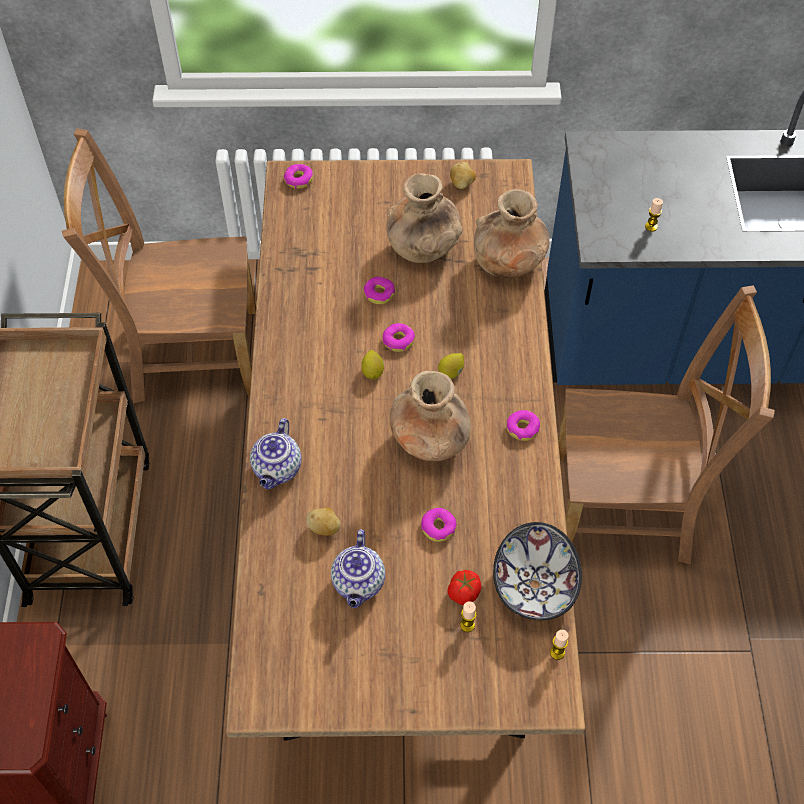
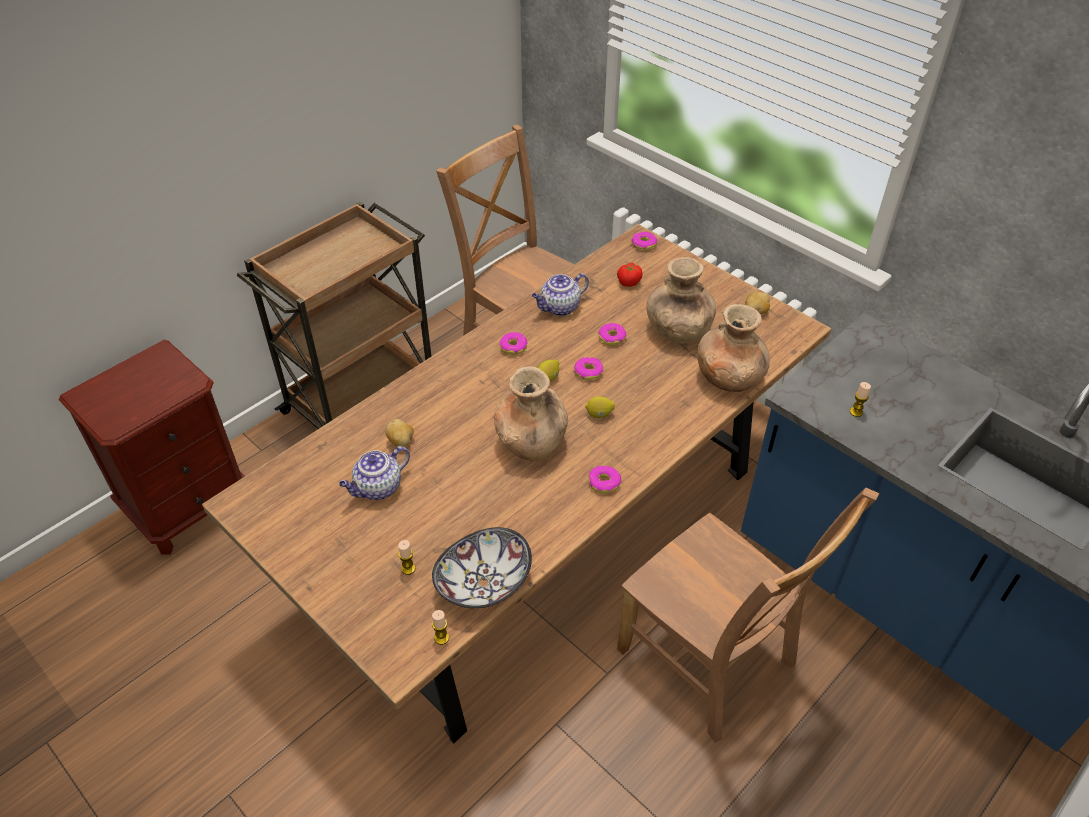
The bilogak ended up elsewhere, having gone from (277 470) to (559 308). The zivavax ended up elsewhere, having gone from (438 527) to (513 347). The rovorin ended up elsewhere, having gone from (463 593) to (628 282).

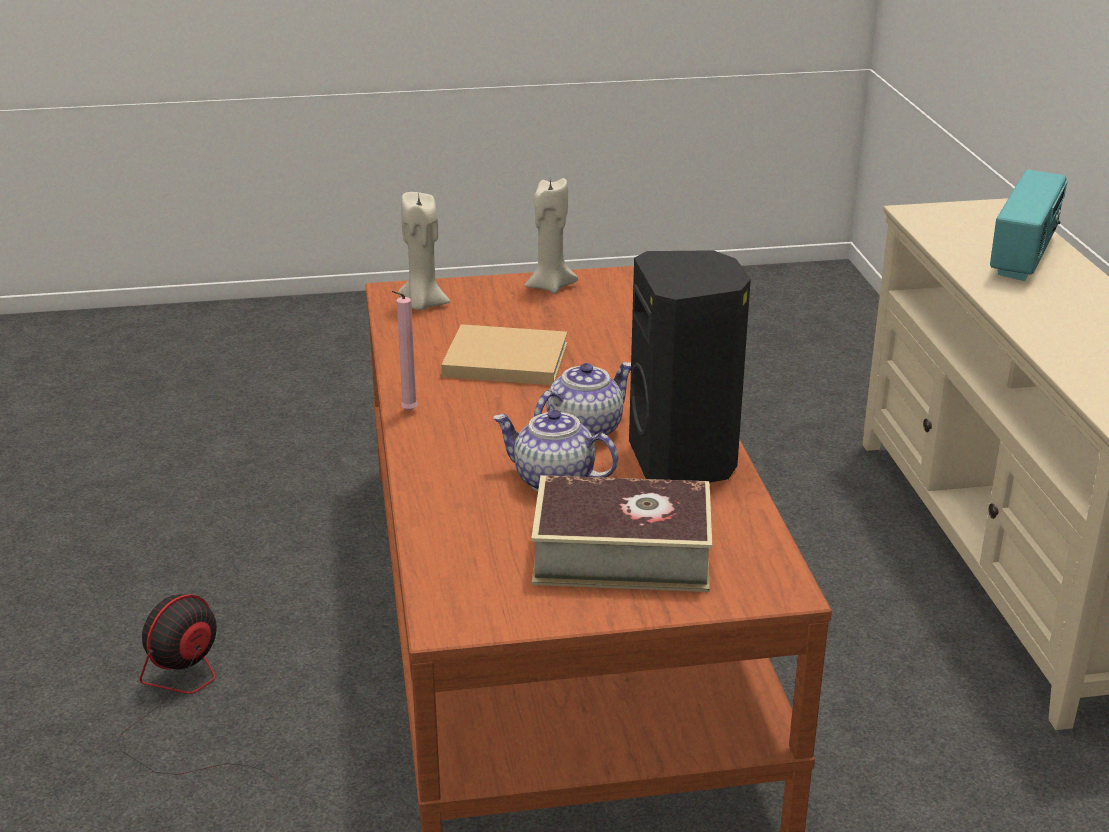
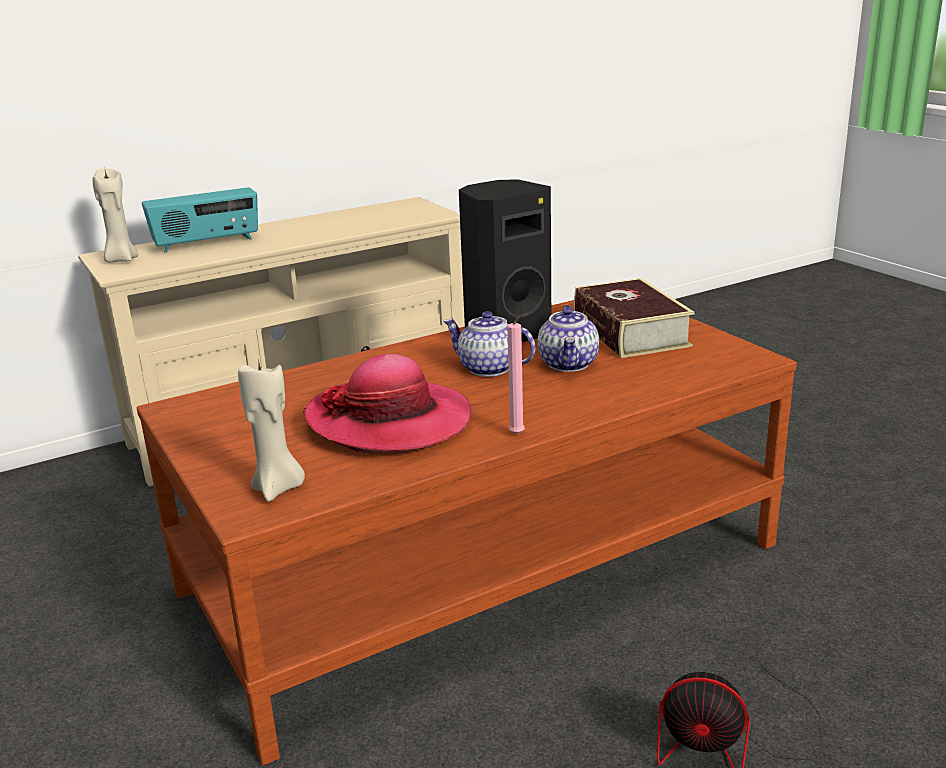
The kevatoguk at (1024 257) ended up facing another way, 150 degrees clockwise from before. The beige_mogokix ended up elsewhere, having gone from (550 286) to (121 260). Where the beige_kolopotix stood at (501 359), the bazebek came to stand at (389 421).

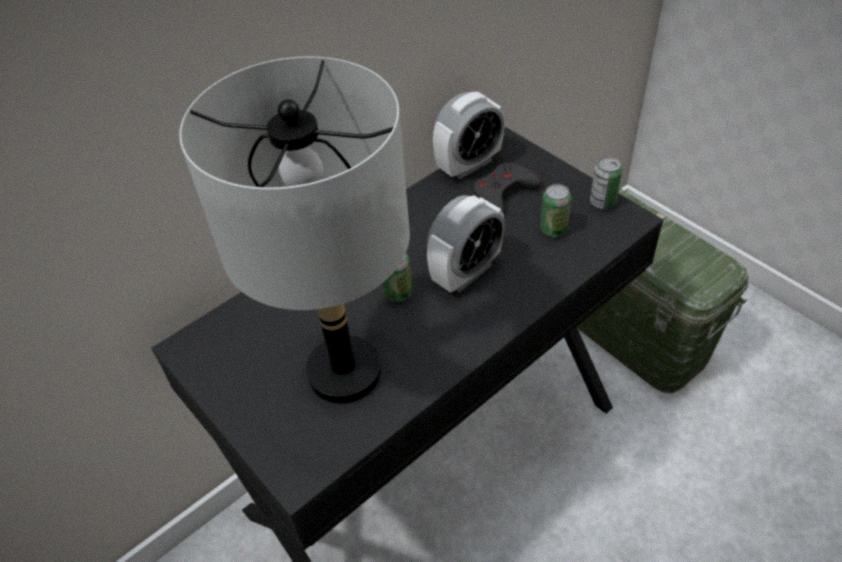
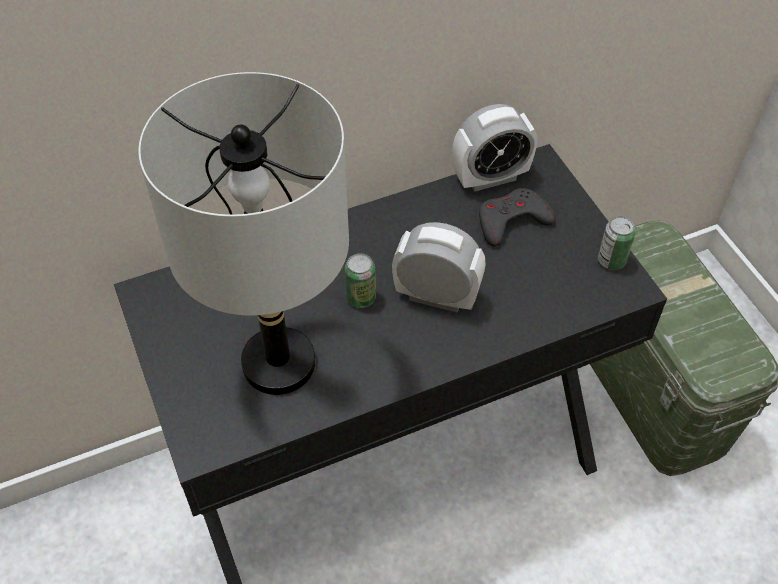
The second view lost the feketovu at (553 229). The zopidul at (466 273) ended up facing another way, 135 degrees counterclockwise from before.

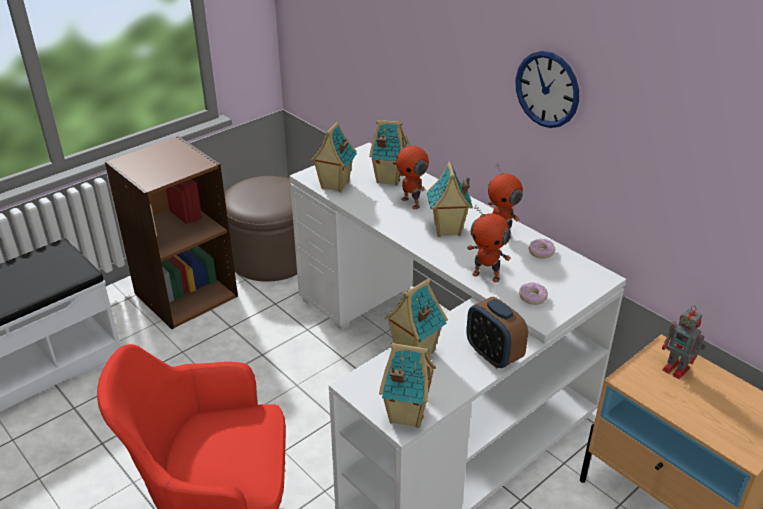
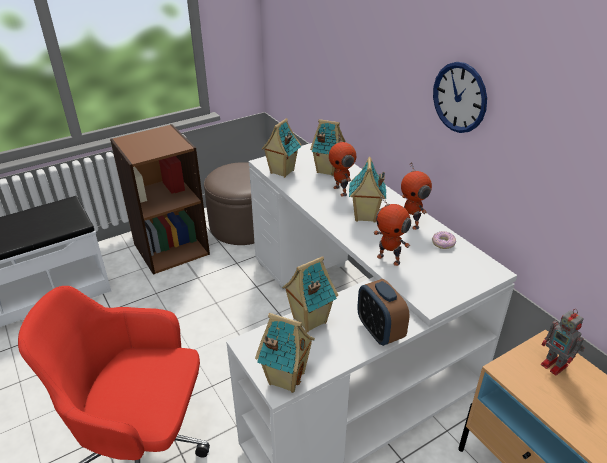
The second view lost the zivavax at (532 297).

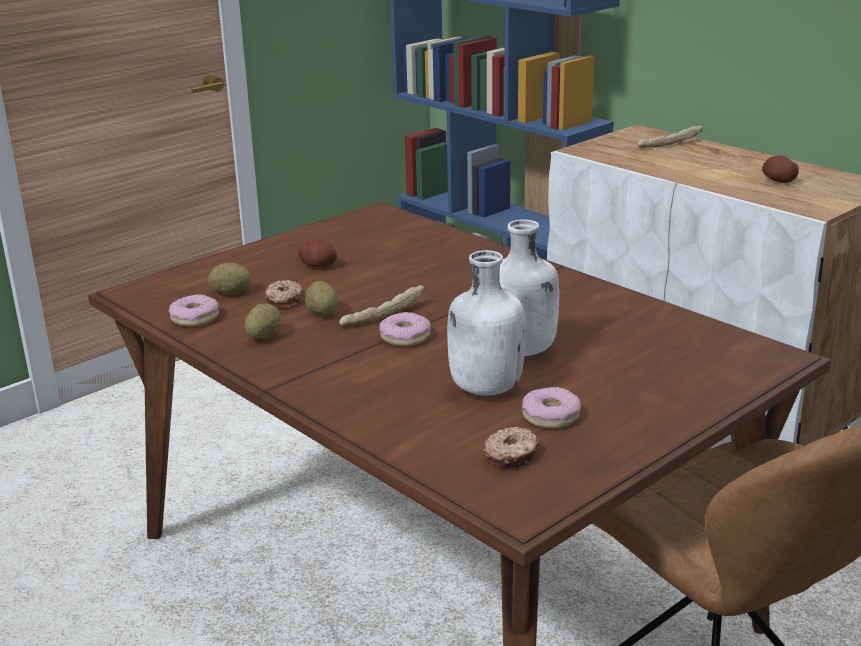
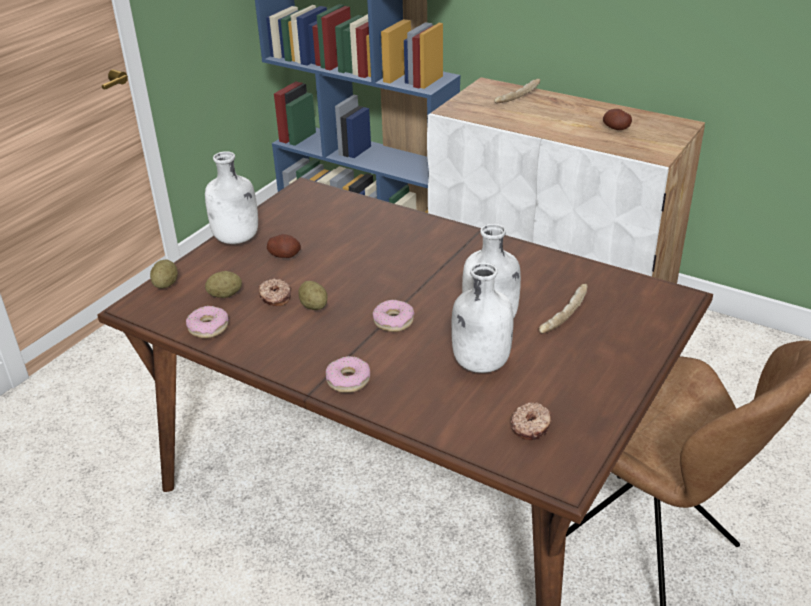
The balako ended up elsewhere, having gone from (382 315) to (562 315). The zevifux ended up elsewhere, having gone from (264 336) to (166 284). The zivavax ended up elsewhere, having gone from (550 416) to (348 380). The second view gained the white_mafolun at (237 239).

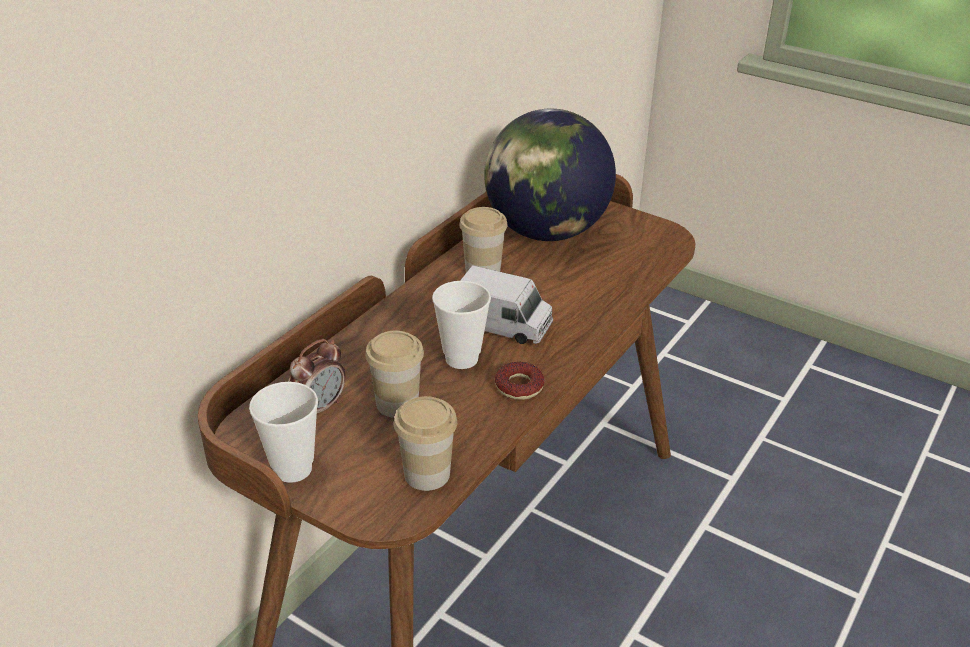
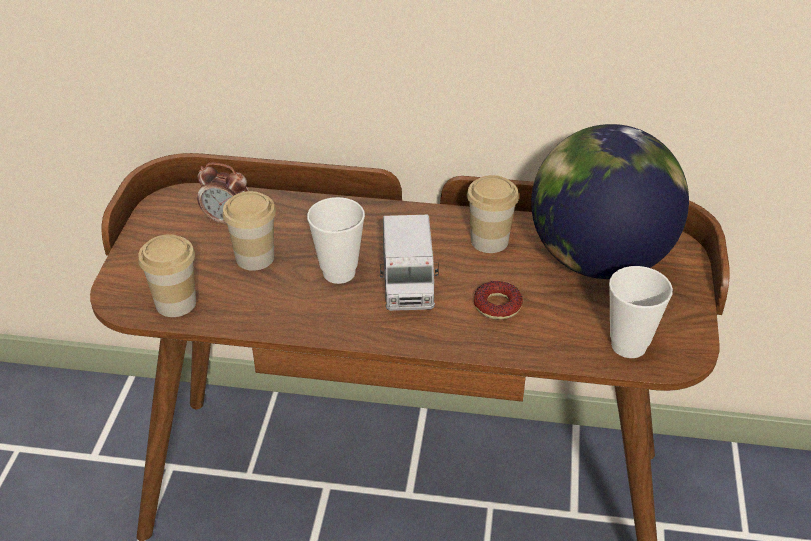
The zivavax ended up elsewhere, having gone from (519 386) to (497 305). The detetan ended up elsewhere, having gone from (293 469) to (628 345).

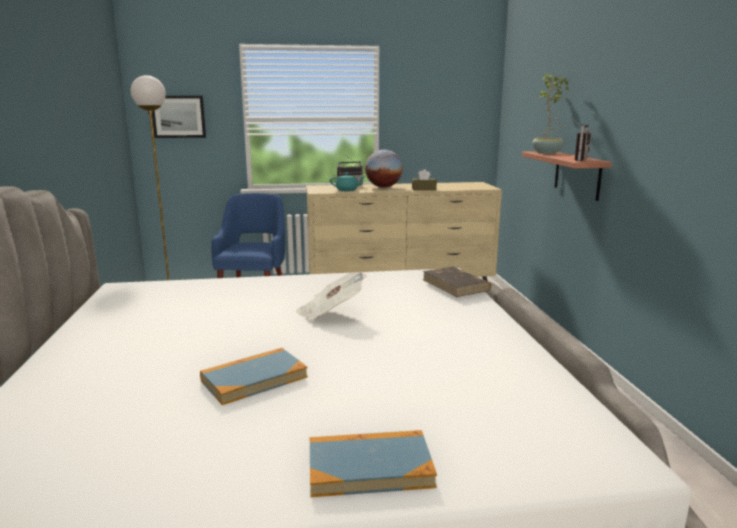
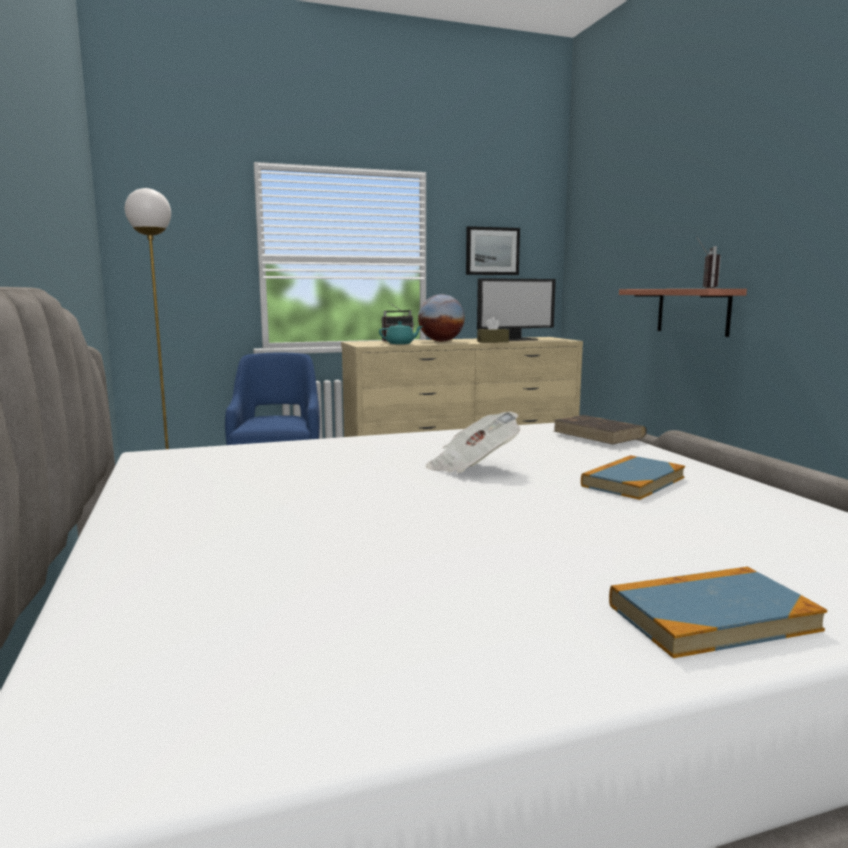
The second view lost the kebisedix at (547 153). The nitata ended up elsewhere, having gone from (178 116) to (492 251). The kolopotix ended up elsewhere, having gone from (254 379) to (633 482). The second view gained the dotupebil at (515 339).

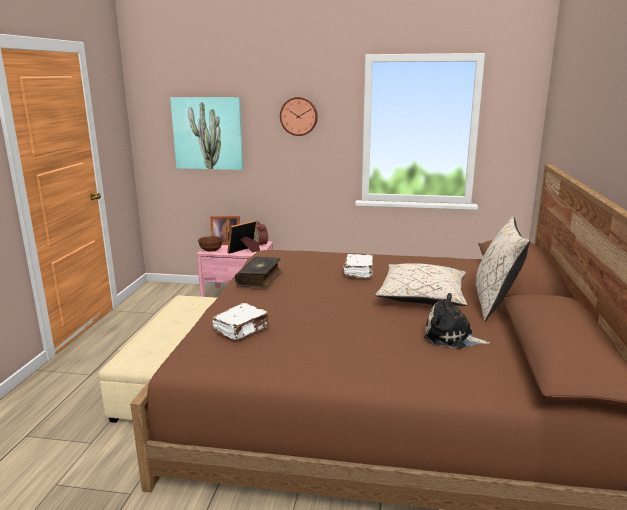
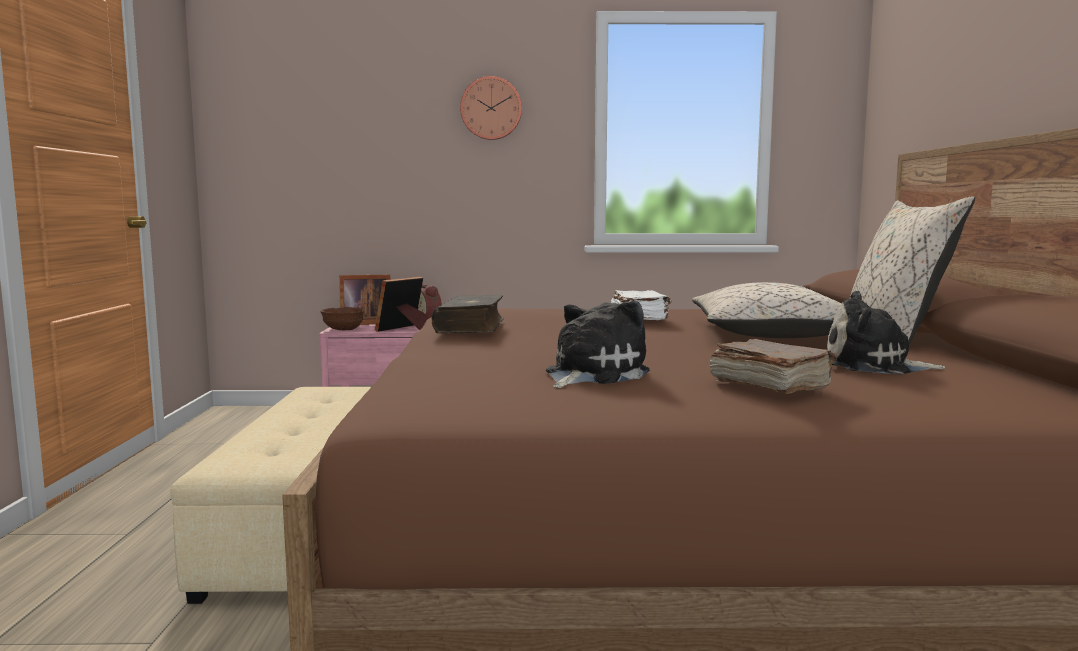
The second view lost the nitata at (208 133). The second view lost the white_kolopotix at (242 330). The second view gained the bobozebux at (591 374). The second view gained the brown_kolopotix at (769 386).

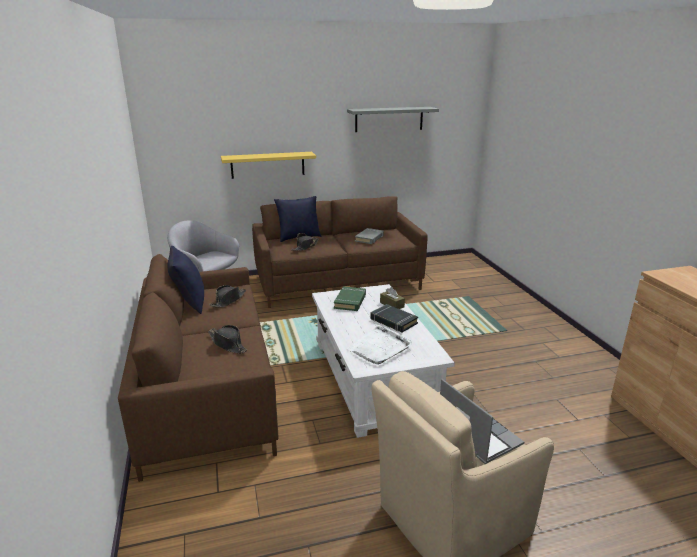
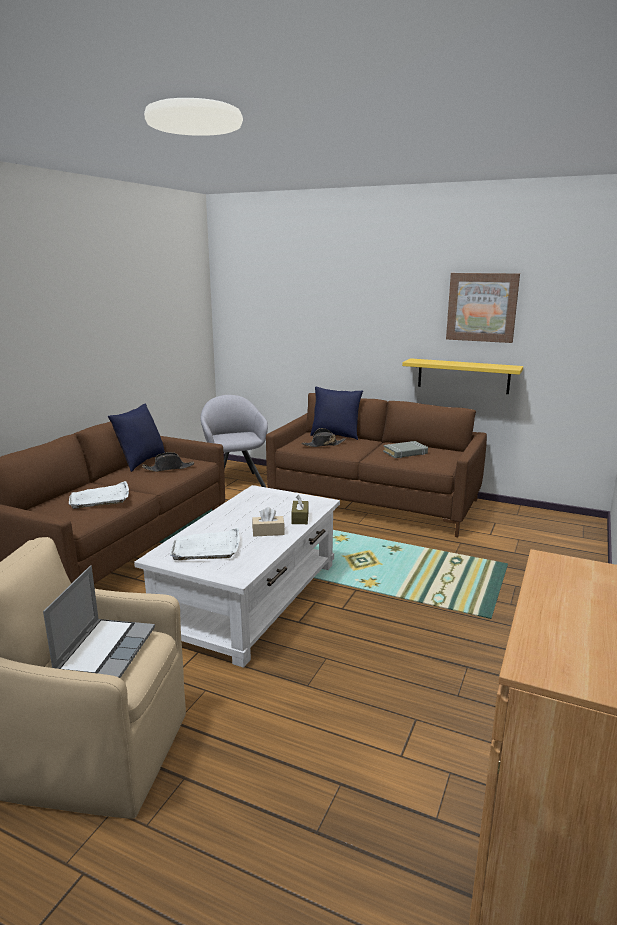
Where the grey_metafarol hung at (389 119), the nitata came to hang at (482 307). The yellow_metafarol ended up elsewhere, having gone from (267 165) to (463 376). The second view lost the green_kolopotix at (350 301). Where the black_kolopotix stood at (393 321), the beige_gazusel came to stand at (268 532). Where the black_bazebek stood at (227 344), the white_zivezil came to stand at (100 498).

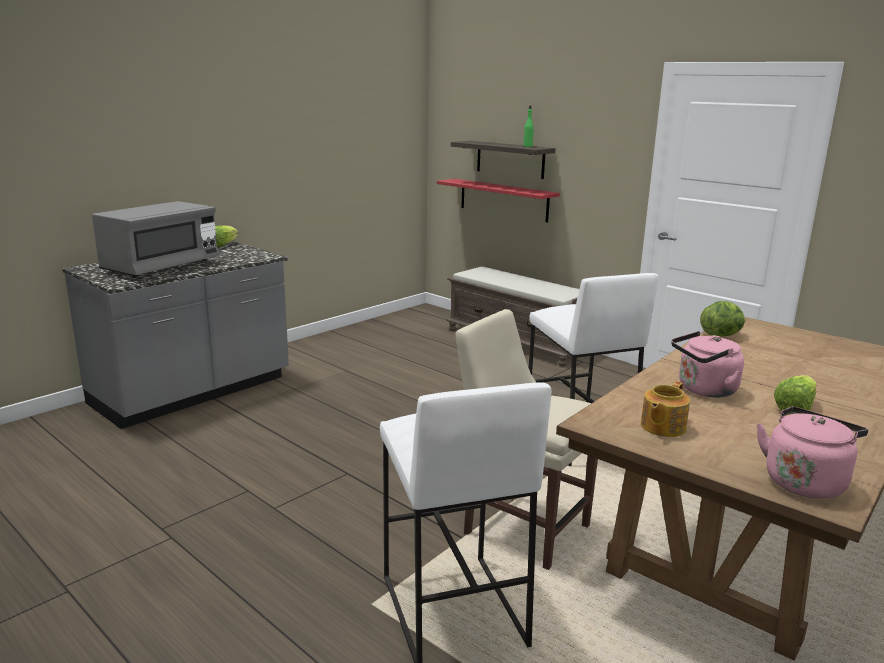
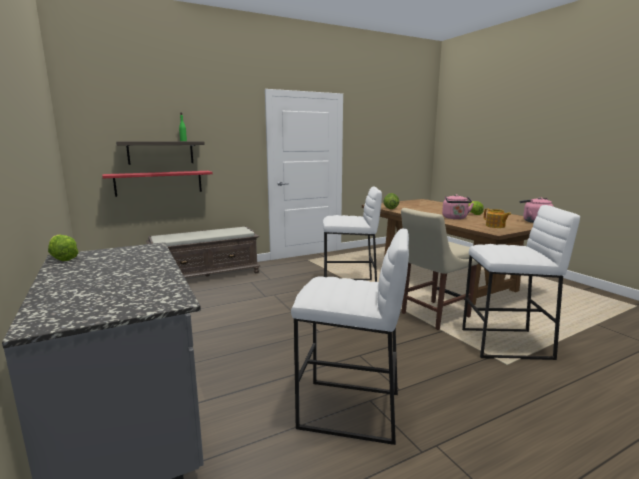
The second view lost the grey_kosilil at (162 267). The second view gained the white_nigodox at (349 411).

